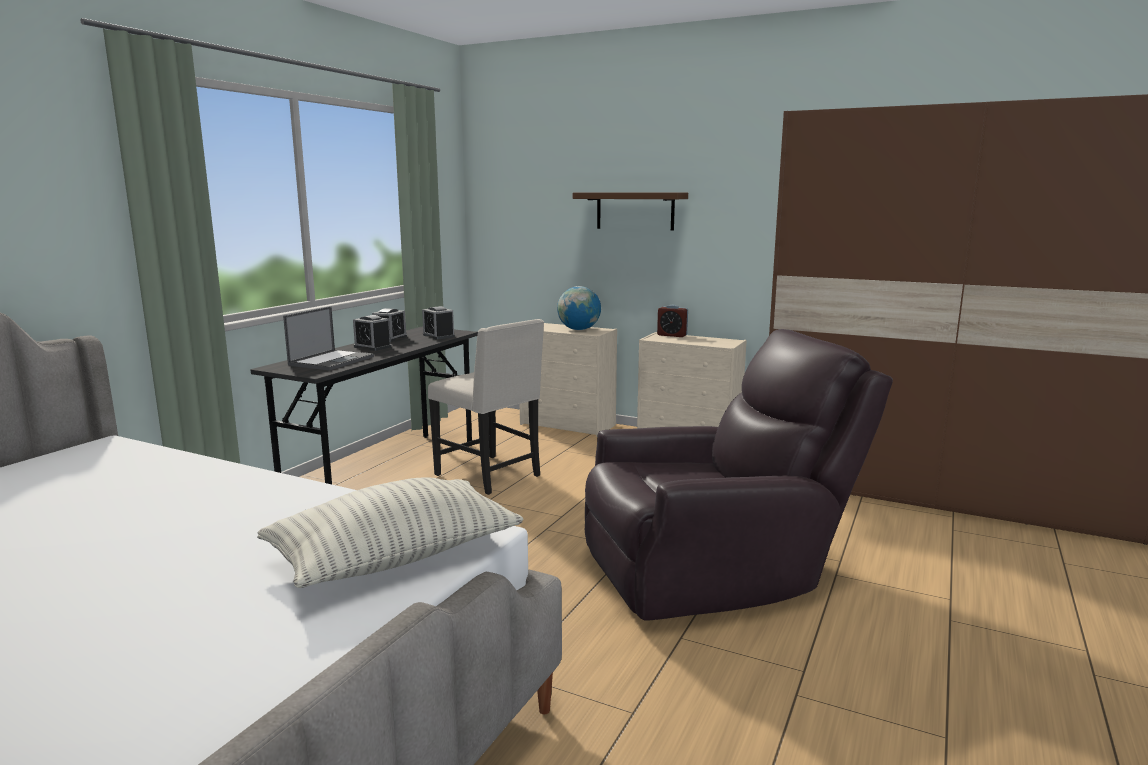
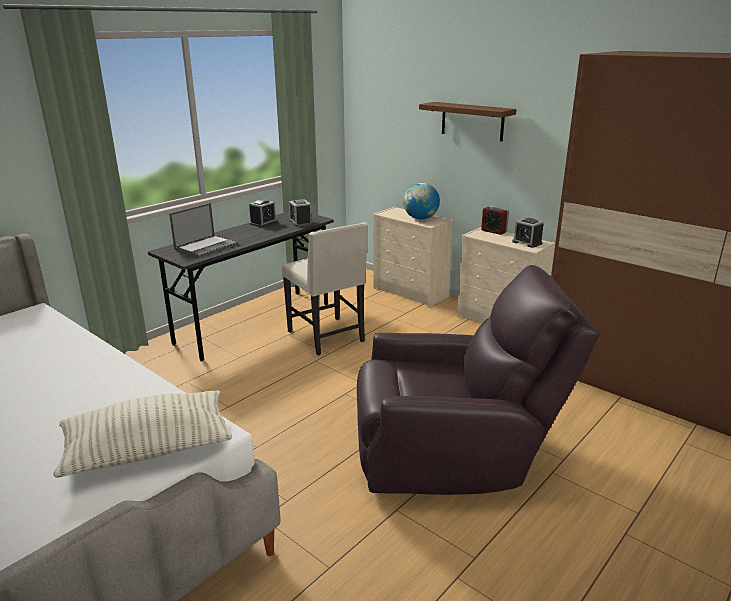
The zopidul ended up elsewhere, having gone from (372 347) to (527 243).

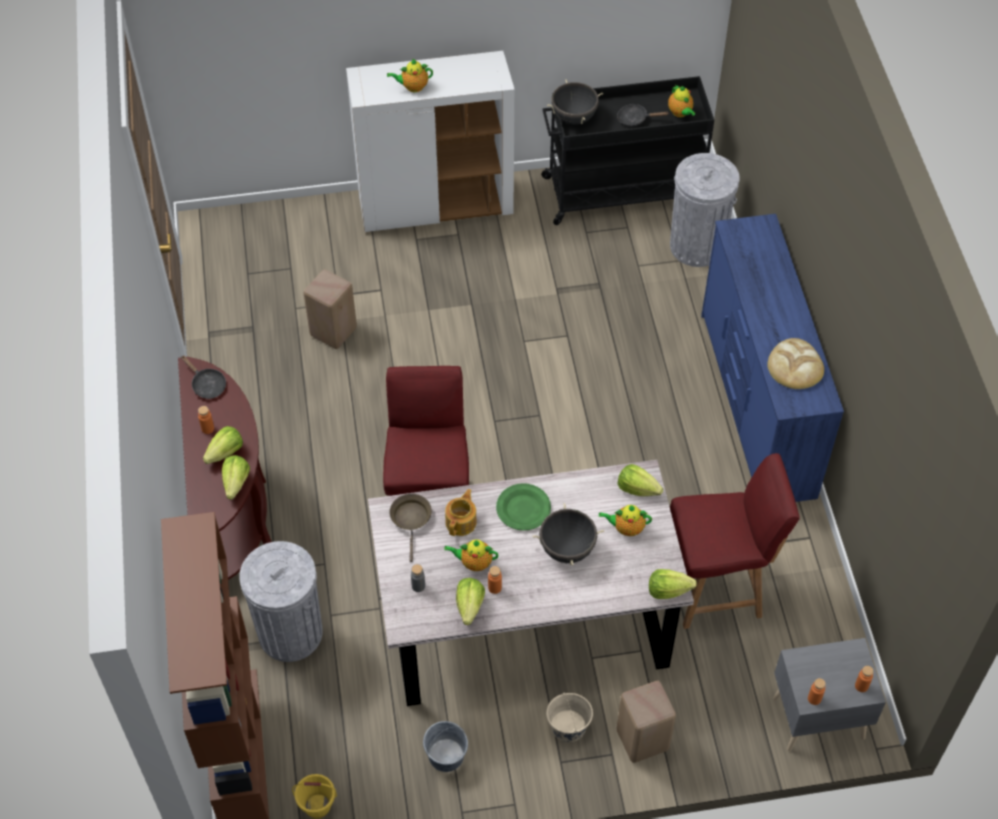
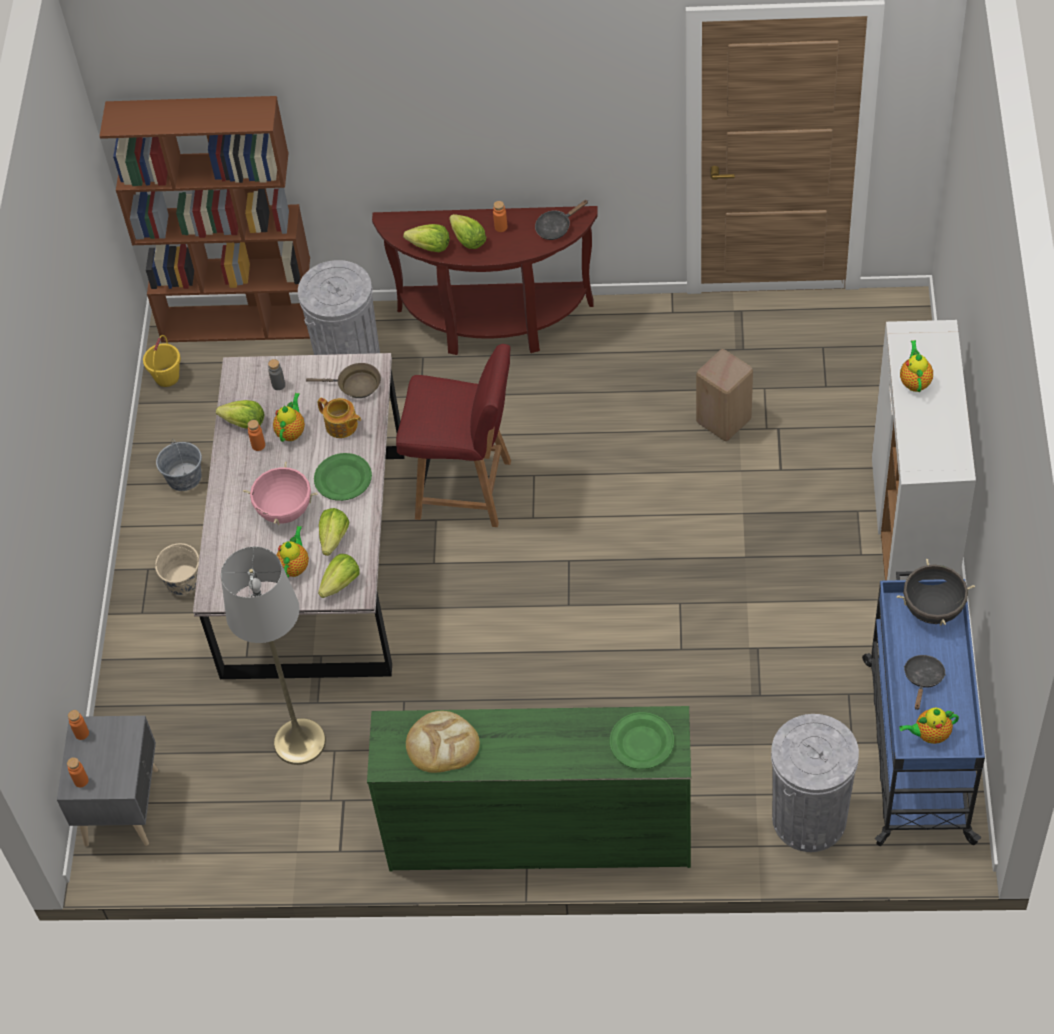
What was the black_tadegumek at (622 192) turned into the blue_tadegumek at (917 747). What was the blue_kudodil at (755 405) turned into the green_kudodil at (539 834). Where the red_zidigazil stood at (717 588), the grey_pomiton came to stand at (299 741). What was the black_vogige at (567 549) turned into the pink_vogige at (285 511). The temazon ended up elsewhere, having gone from (668 590) to (334 538). The second view lost the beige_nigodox at (641 741). The second view gained the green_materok at (642 743).

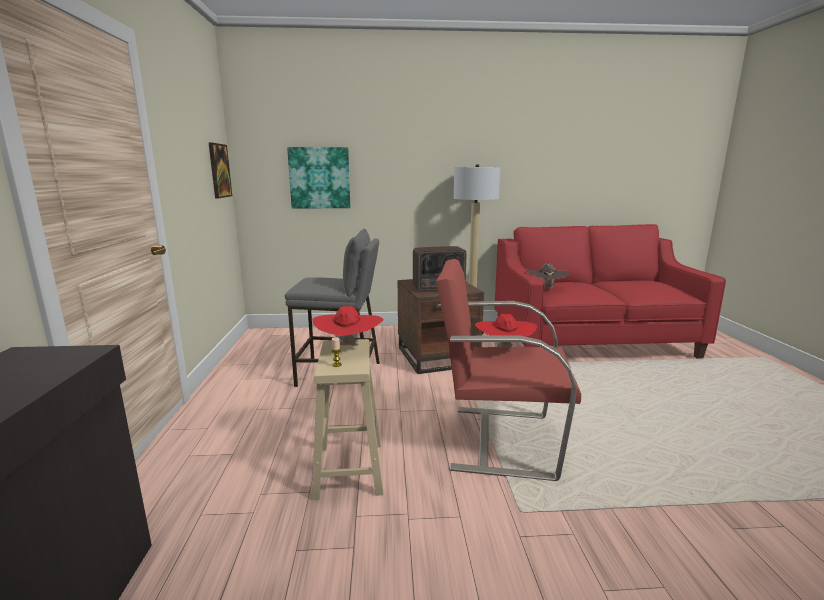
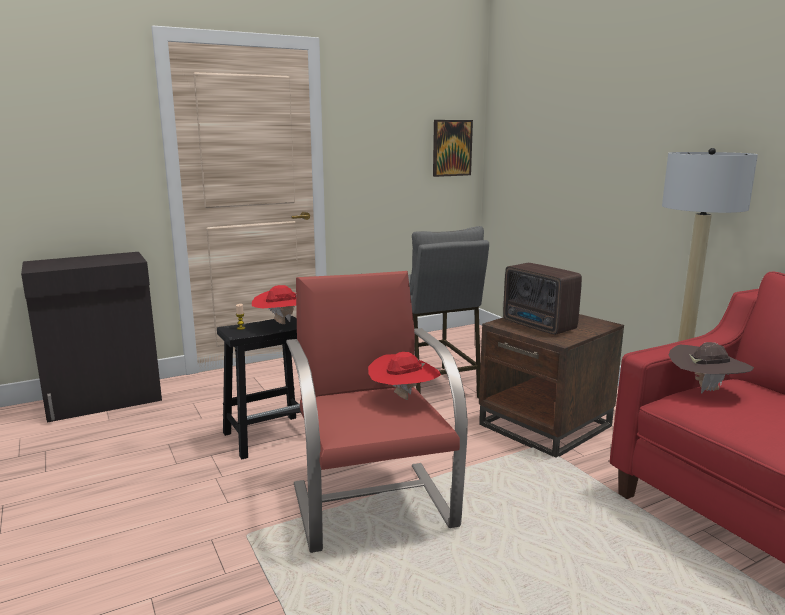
The second view lost the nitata at (320 178). What was the beige_nigodox at (349 468) turned into the black_nigodox at (270 435).

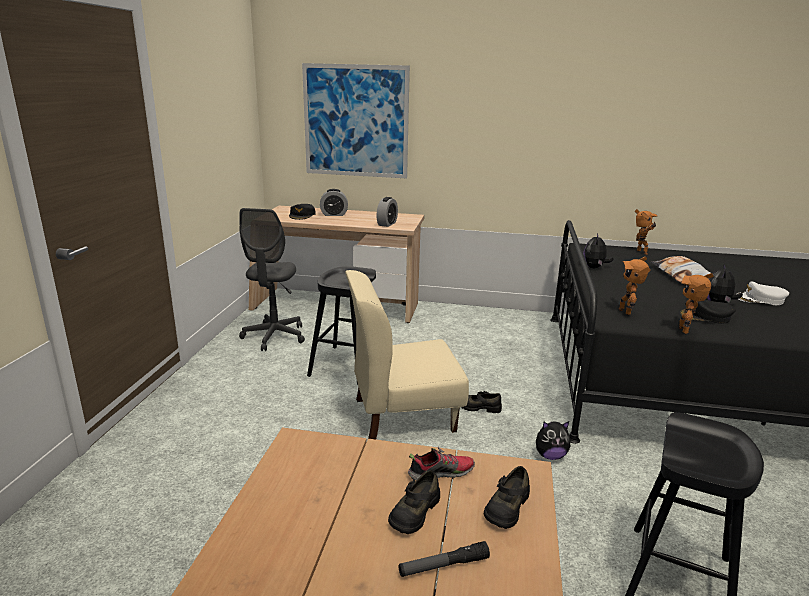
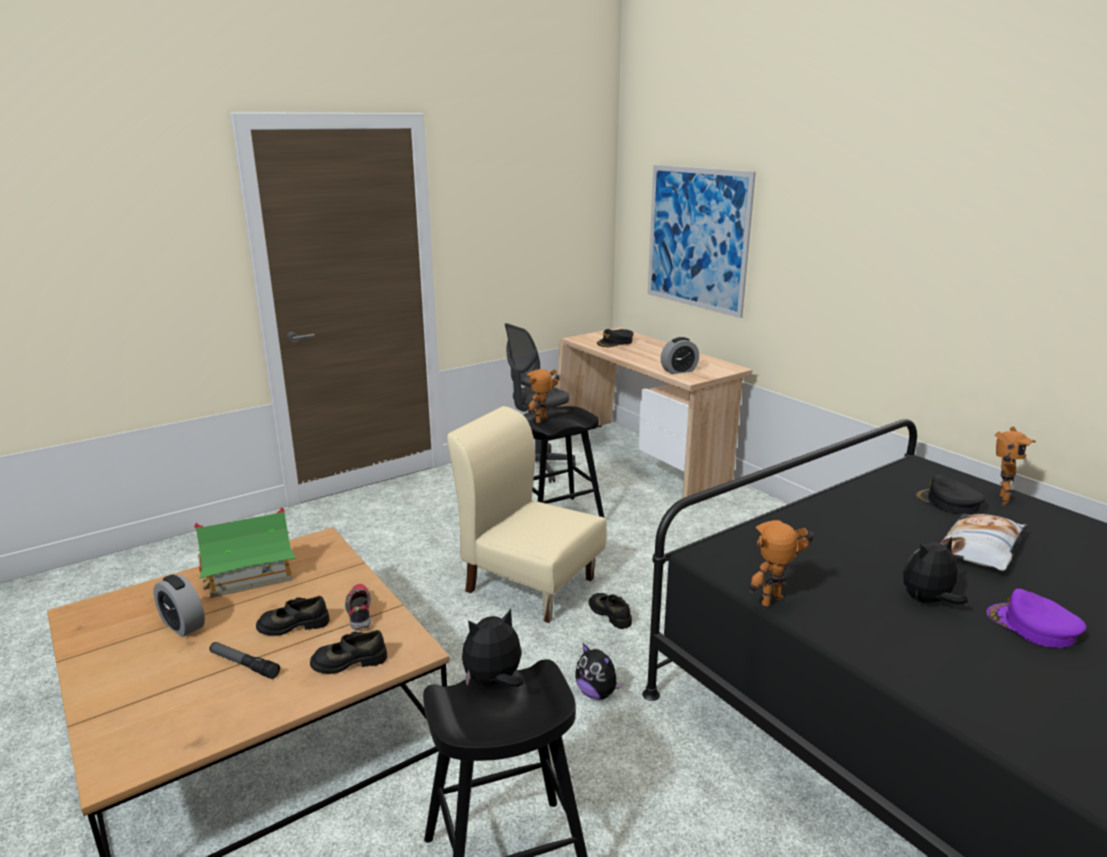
The zopidul ended up elsewhere, having gone from (334 214) to (183 625). The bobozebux ended up elsewhere, having gone from (594 268) to (494 682). The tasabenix ended up elsewhere, having gone from (626 312) to (544 421). What was the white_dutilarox at (760 299) turned into the purple_dutilarox at (1032 626). The black_dutilarox ended up elsewhere, having gone from (705 316) to (947 503). The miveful at (441 473) ended up facing another way, 135 degrees counterclockwise from before. The second view gained the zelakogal at (249 576).

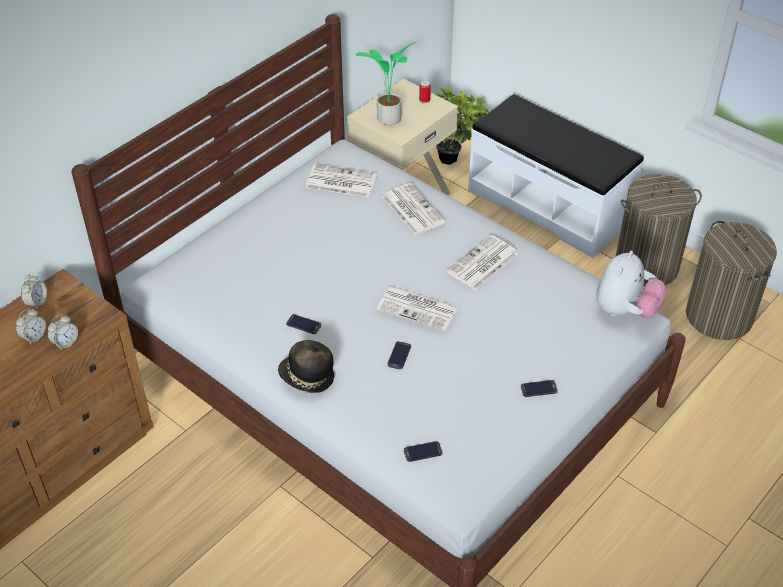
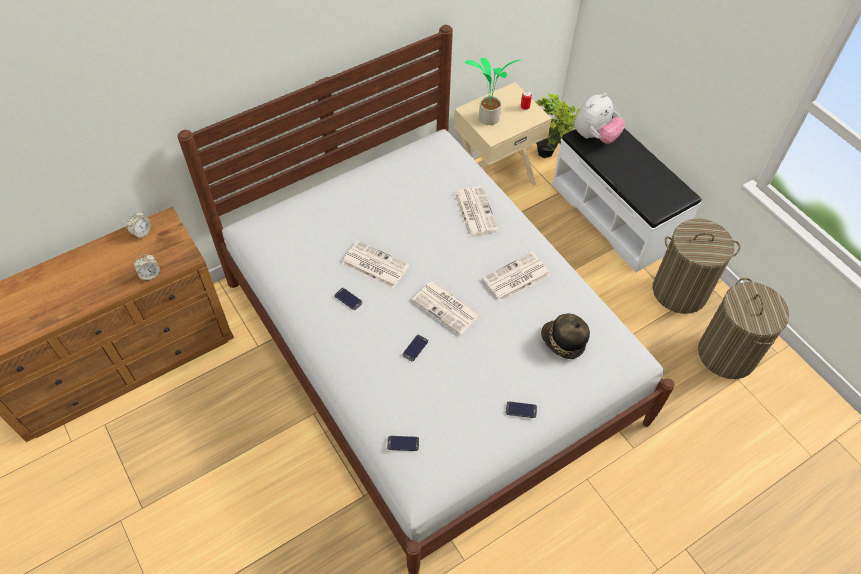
The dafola ended up elsewhere, having gone from (340 182) to (374 264). The bobozebux ended up elsewhere, having gone from (625 311) to (595 136). The second view lost the zopidul at (34 336). The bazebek ended up elsewhere, having gone from (307 377) to (563 342).

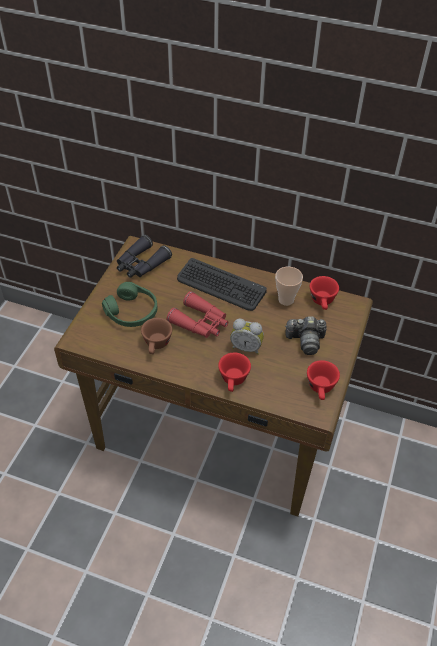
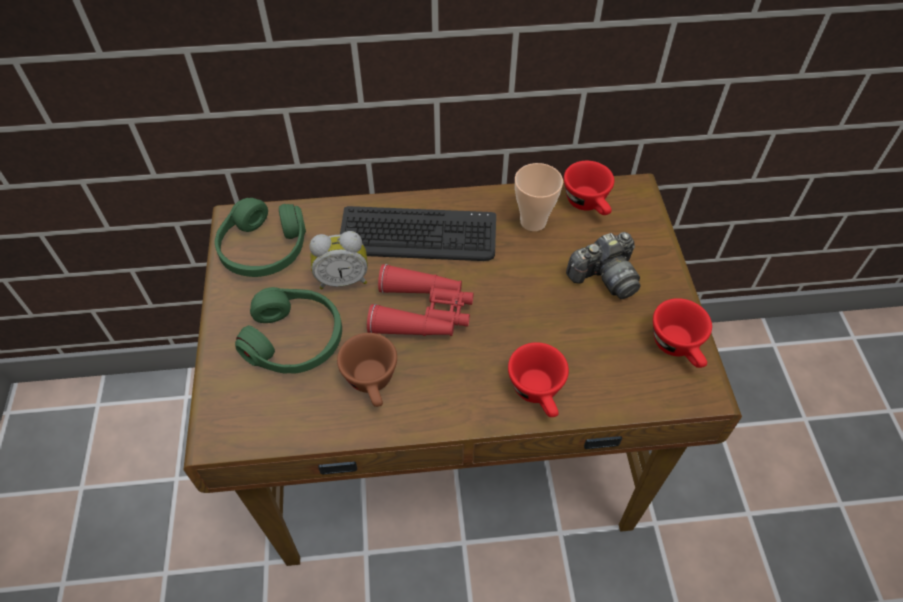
Where the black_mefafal stood at (141 264), the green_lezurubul came to stand at (263 248). The zopidul ended up elsewhere, having gone from (246 347) to (342 279).

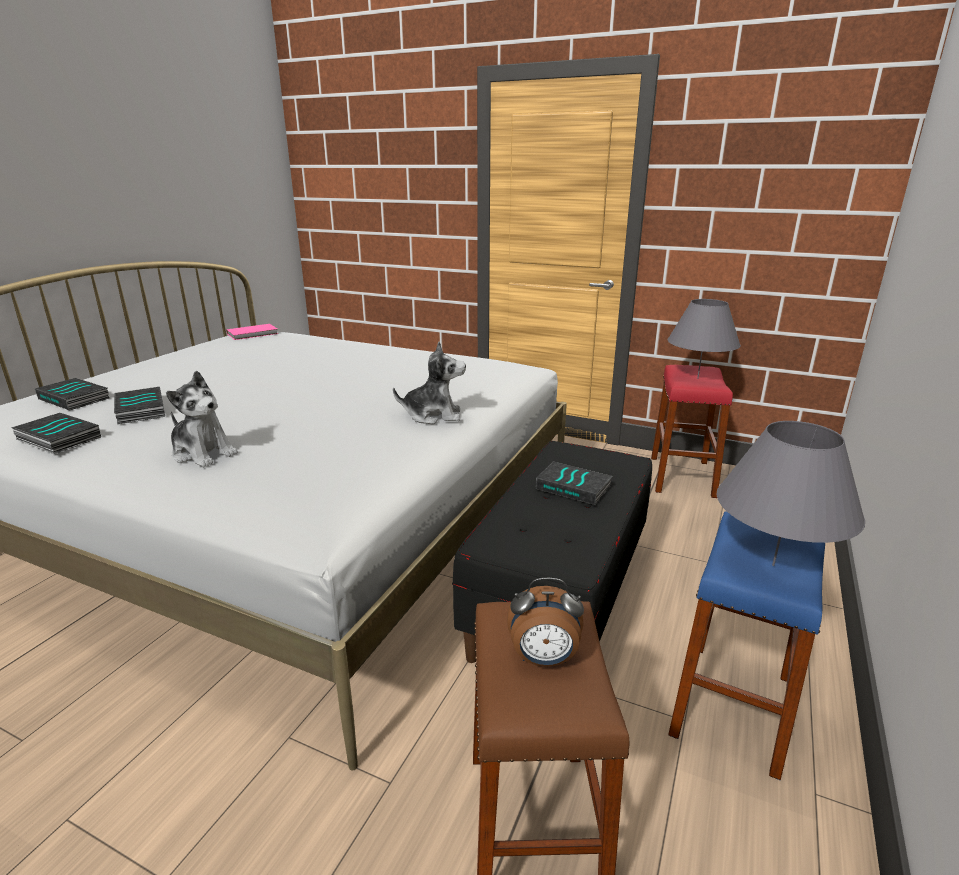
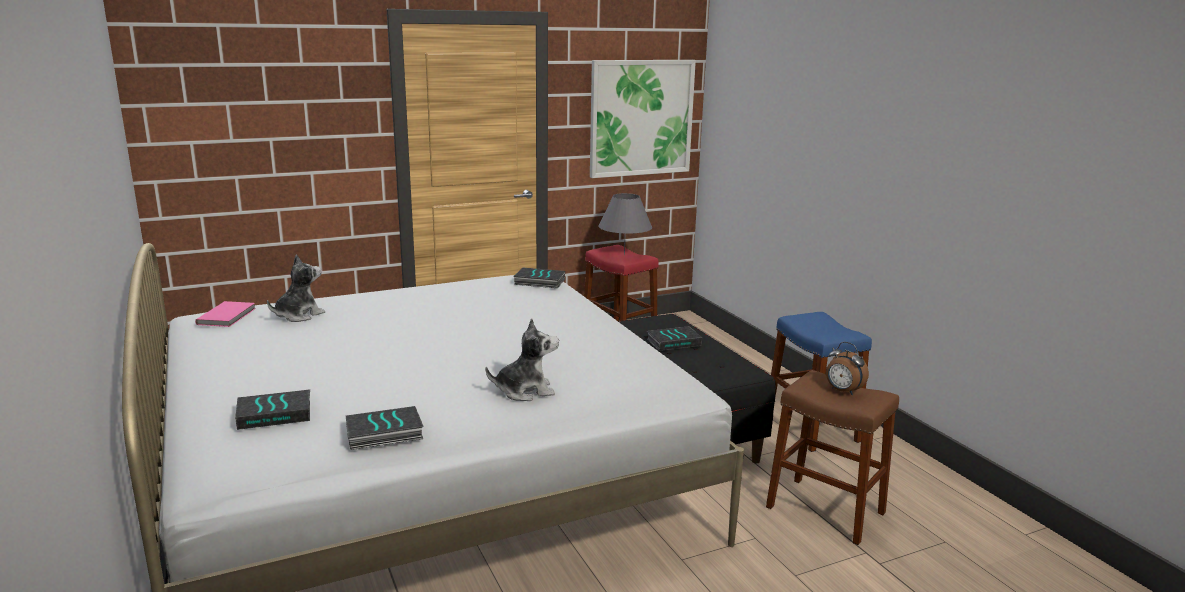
The bobozebux ended up elsewhere, having gone from (433 415) to (298 315). The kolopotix ended up elsewhere, having gone from (139 410) to (539 282). The second view lost the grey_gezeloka at (773 565). The zopidul at (543 659) ended up facing another way, 90 degrees clockwise from before. The second view gained the nitata at (641 118).

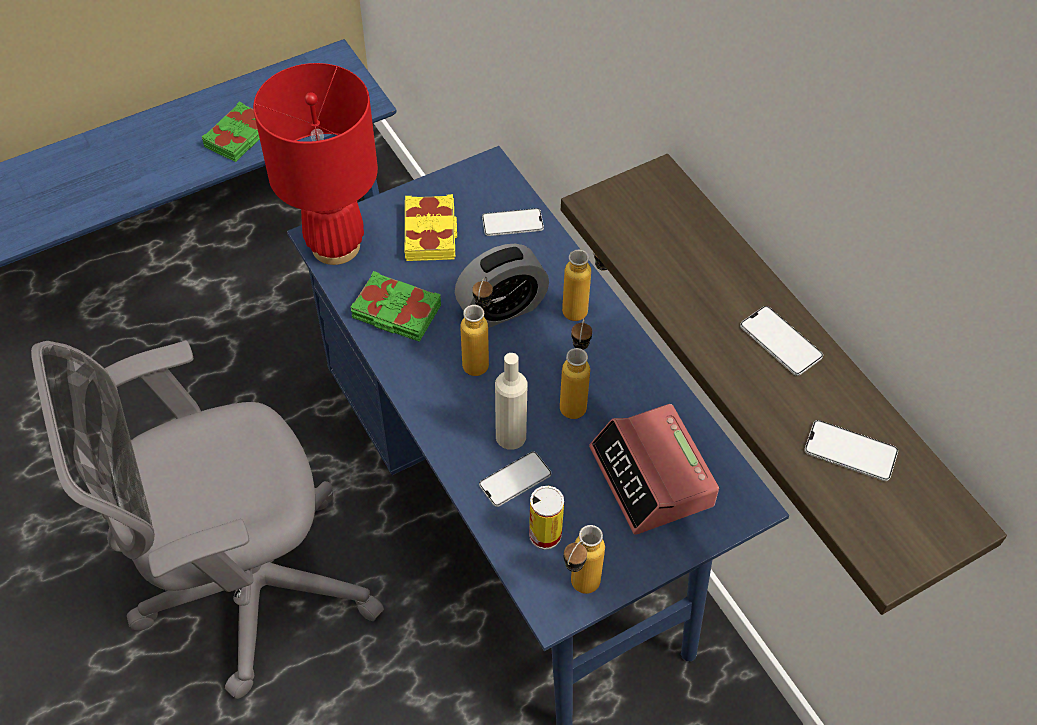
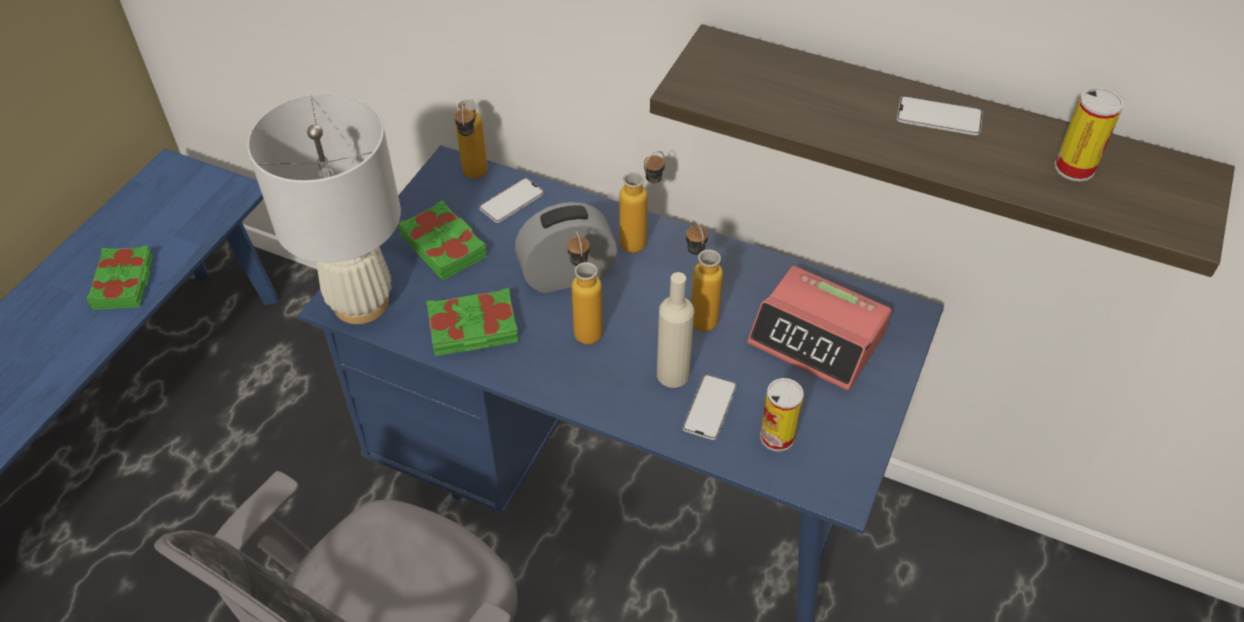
What was the red_gezeloka at (335 246) turned into the white_gezeloka at (360 303). What was the yellow_kolopotix at (431 233) turned into the green_kolopotix at (444 246). The zopidul at (502 308) ended up facing another way, 135 degrees counterclockwise from before. Where the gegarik stood at (850 451), the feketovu came to stand at (1074 167). The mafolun ended up elsewhere, having gone from (578 590) to (474 178).

